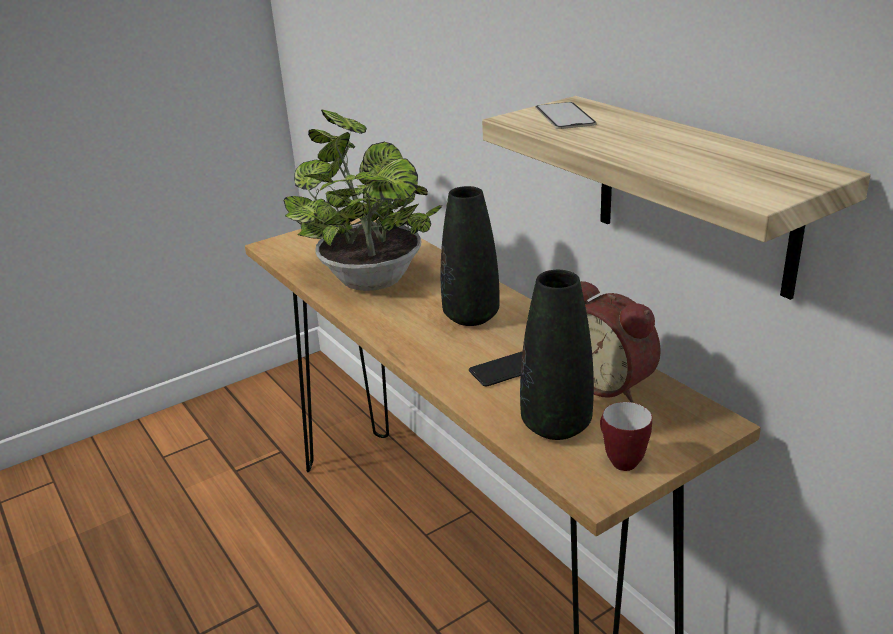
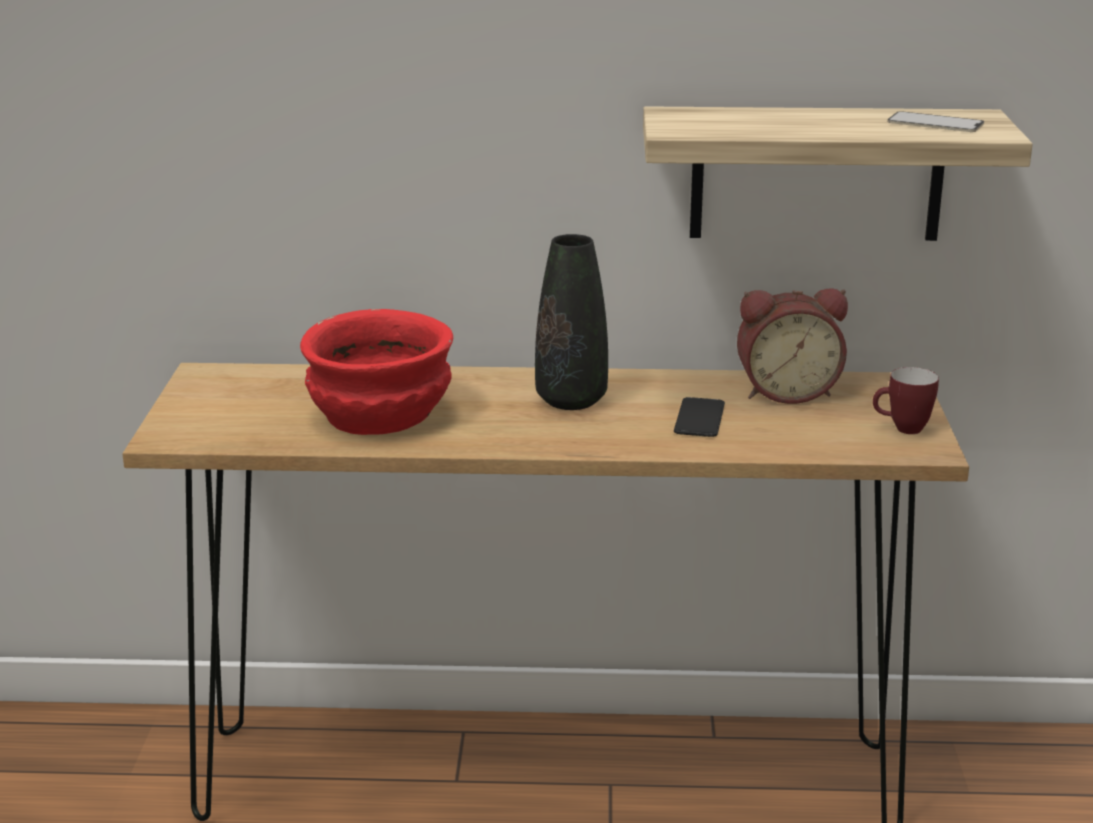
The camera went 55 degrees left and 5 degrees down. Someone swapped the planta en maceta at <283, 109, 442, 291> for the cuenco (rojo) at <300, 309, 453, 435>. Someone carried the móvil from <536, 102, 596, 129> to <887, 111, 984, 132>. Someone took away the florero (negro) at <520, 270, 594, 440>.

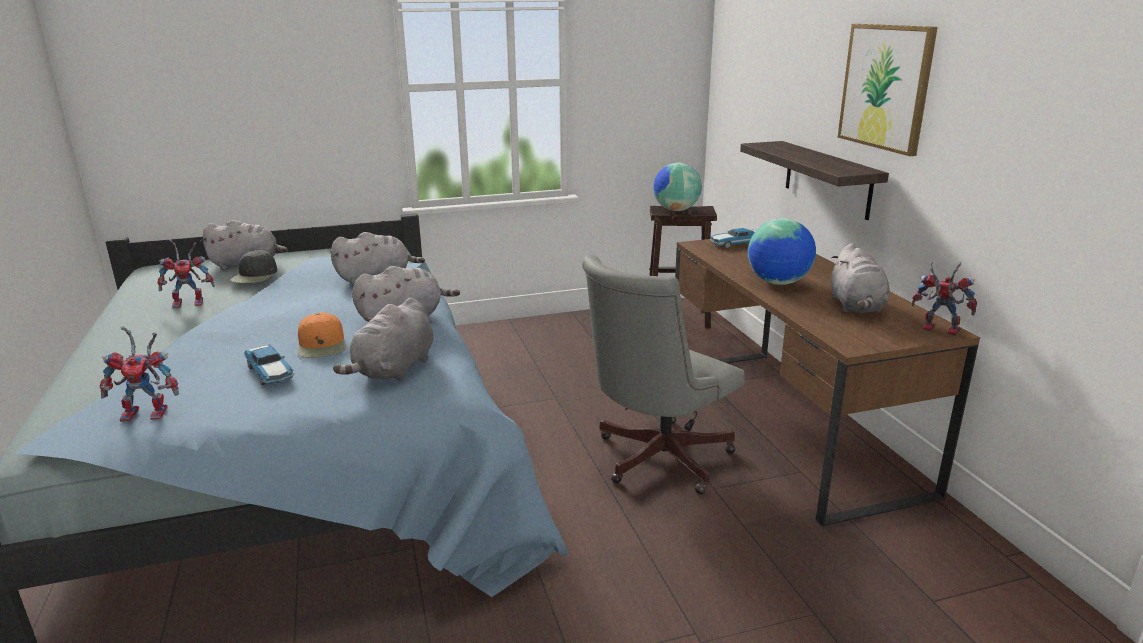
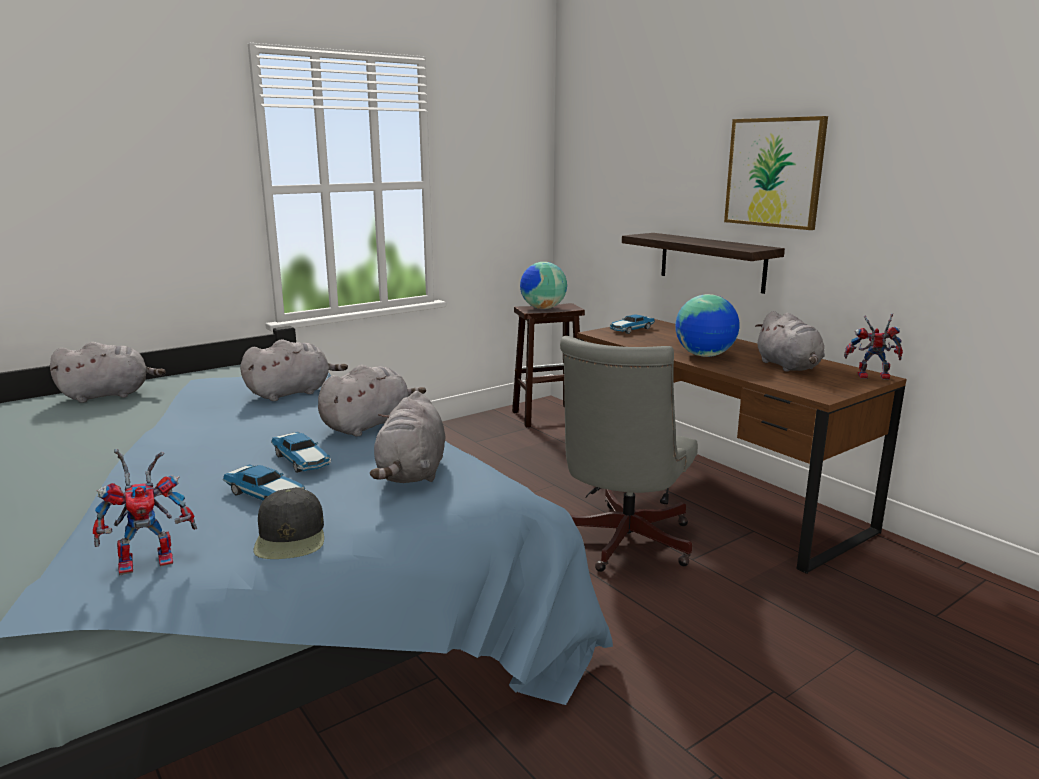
The camera went 20 degrees left and 5 degrees down. Someone carried the gorra (negro) from <229, 250, 278, 283> to <253, 487, 324, 559>. Someone swapped the gorra (naranja) at <298, 312, 346, 358> for the coche de juguete at <271, 432, 331, 473>. Someone took away the robot de juguete at <158, 239, 215, 309>.

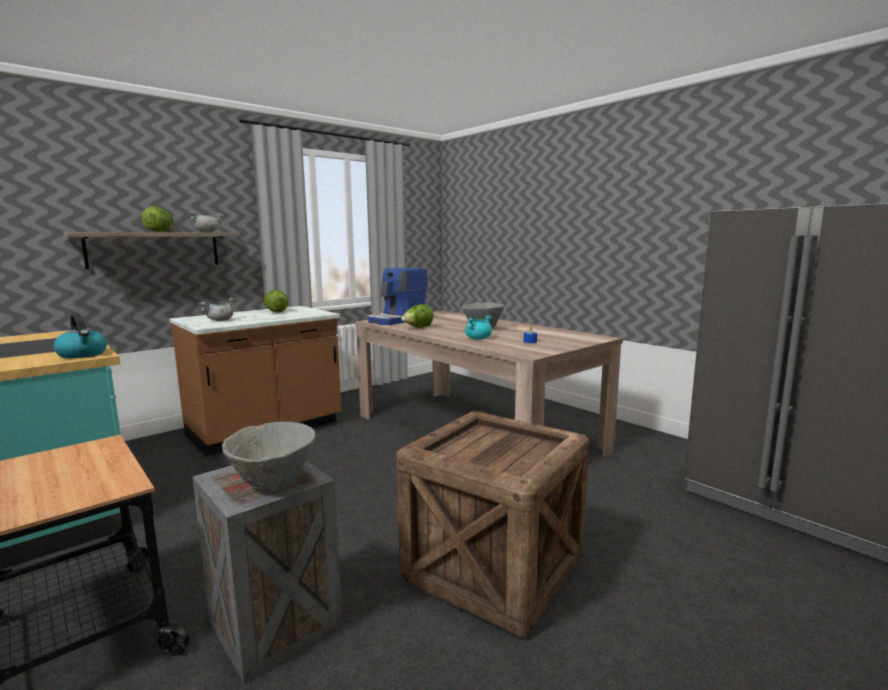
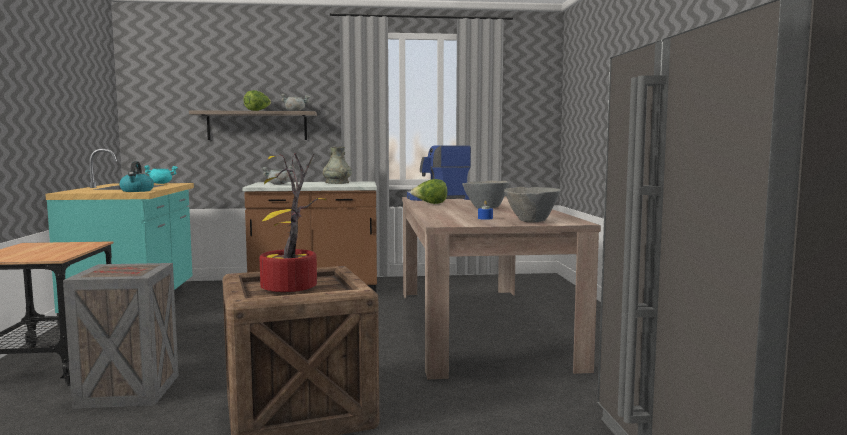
The camera went 35 degrees right and 5 degrees down. Someone carried the olla (turquesa) from <465, 315, 492, 339> to <144, 165, 178, 184>. Someone put down the planta en maceta at <260, 152, 326, 292>. Someone swapped the lechuga at <264, 290, 288, 313> for the florero (gris) at <323, 147, 352, 184>. Someone carried the cuenco (gris) from <222, 422, 316, 493> to <504, 187, 561, 222>.

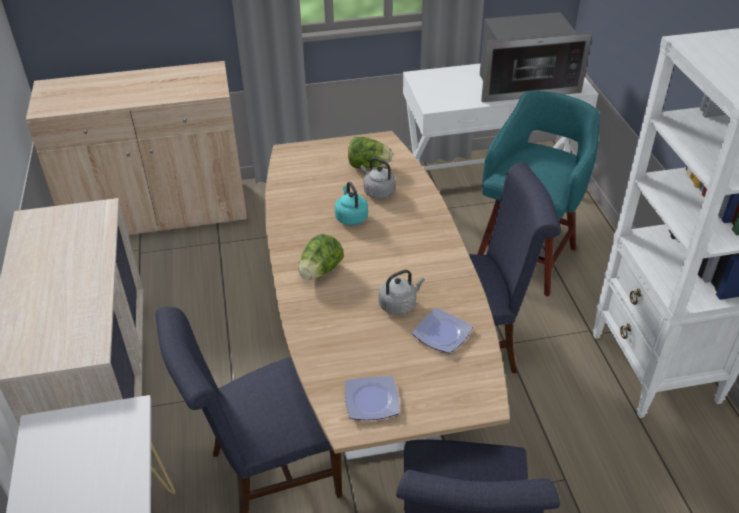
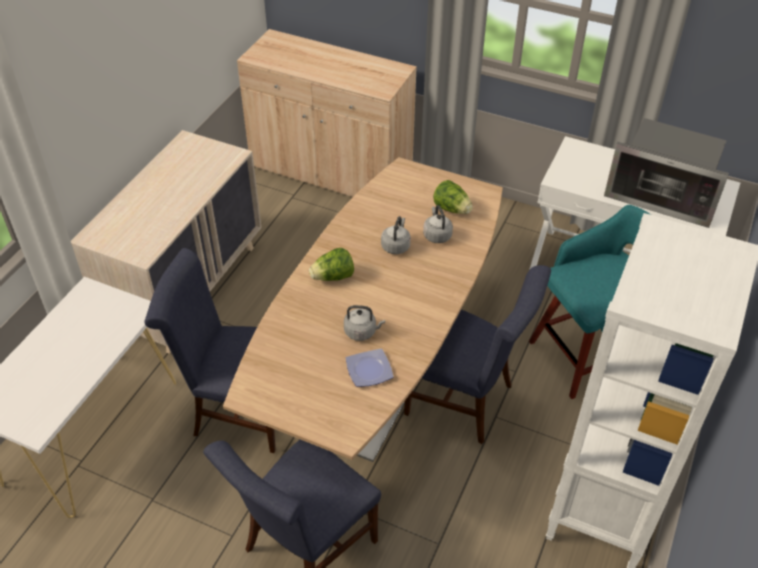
The camera went 35 degrees right and 5 degrees up. Someone repainted the hervidor (turquesa) at <335, 182, 368, 225>, which became the hervidor (gris) at <381, 216, 411, 254>. Someone took away the plato at <345, 376, 399, 420>.

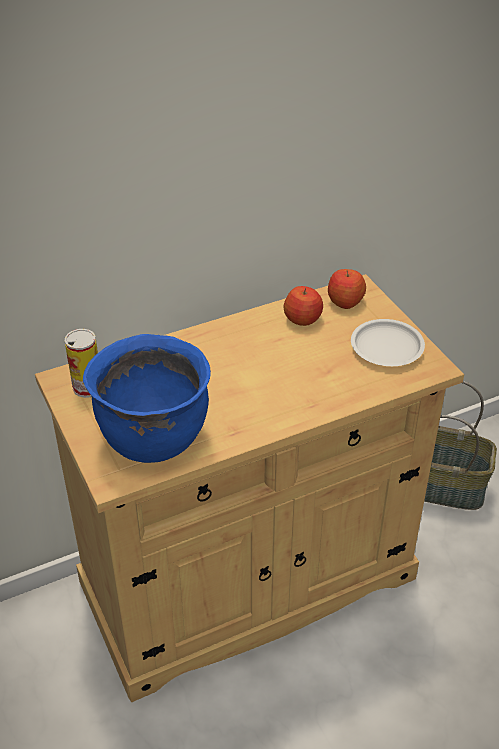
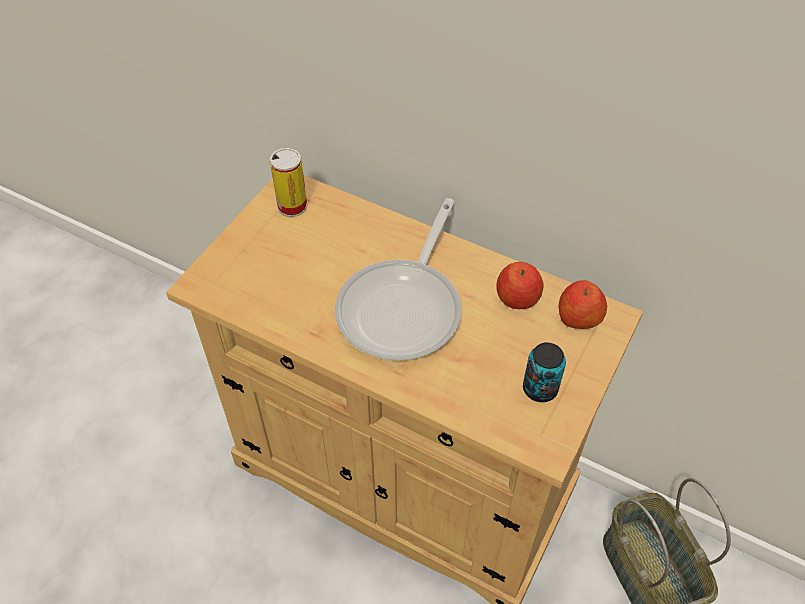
The camera went 55 degrees right and 10 degrees up. Someone put down the sartén at <335, 198, 462, 361>. Someone swapped the plato (blanco) at <351, 319, 425, 366> for the lata at <523, 342, 566, 402>. Someone took away the olla (azul) at <83, 334, 211, 463>.

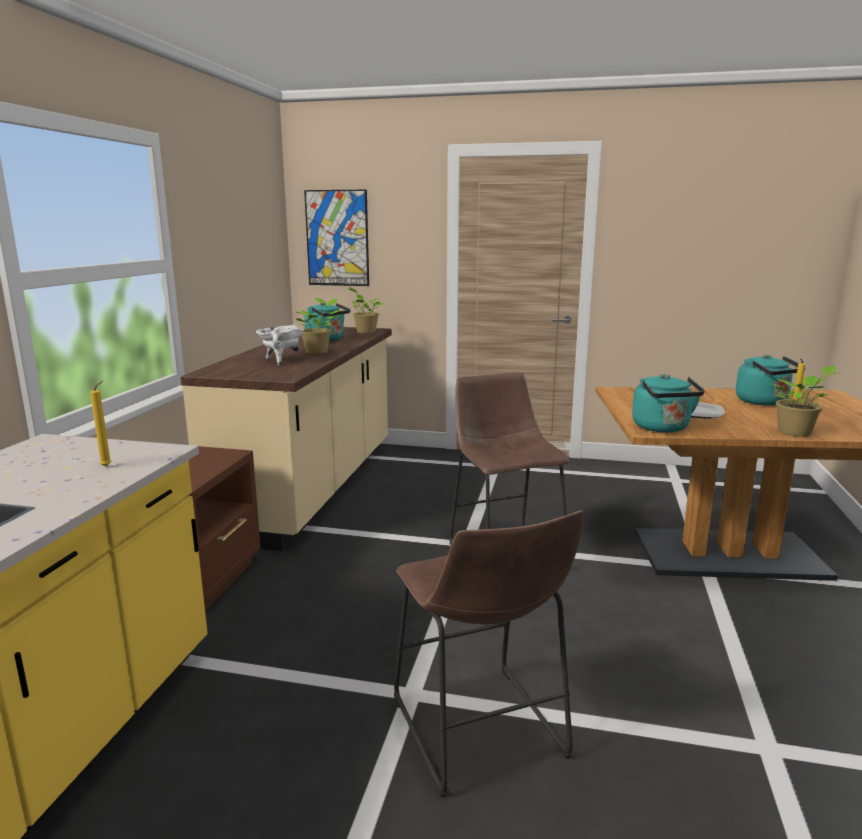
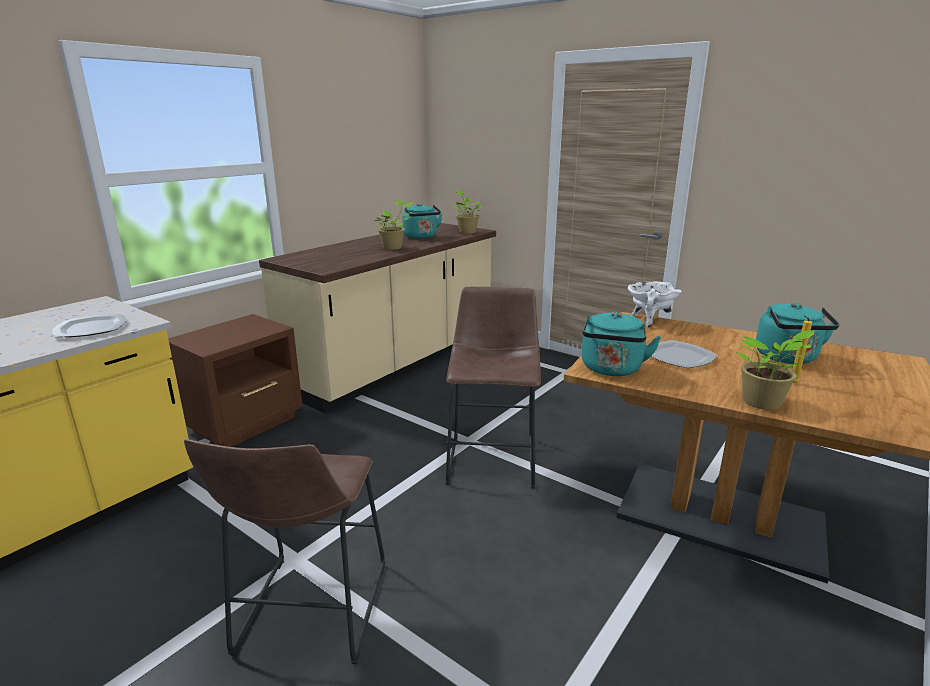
The camera went 25 degrees right and 5 degrees up. Someone swapped the vela (amarillo) at <90, 381, 112, 467> for the plato at <52, 314, 126, 337>. Someone carried the olla (blanco) from <256, 325, 304, 365> to <628, 282, 682, 328>. Someone took away the cuadro at <304, 190, 369, 286>.

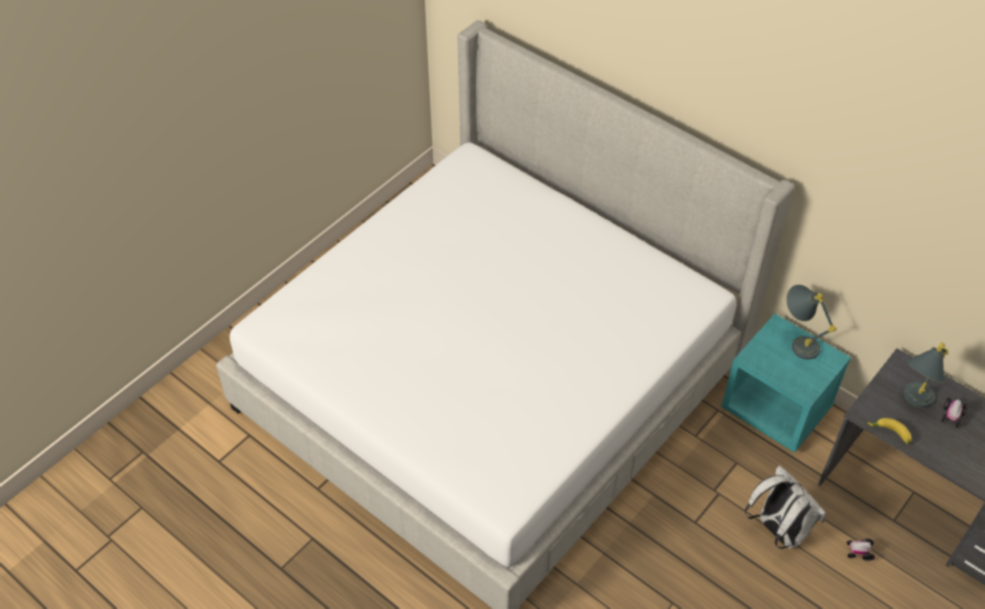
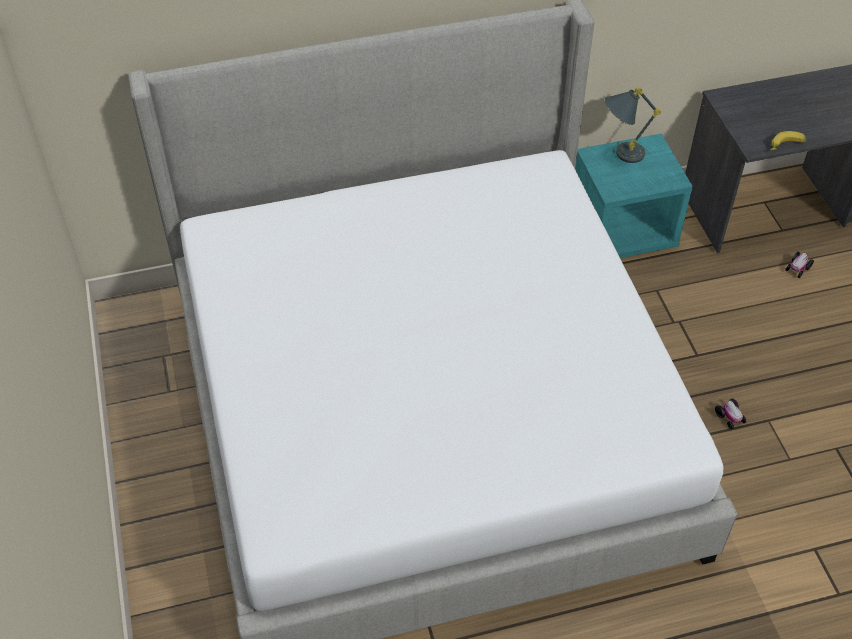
The camera went 55 degrees left and 0 degrees up. Someone carried the coche de juguete from <941, 397, 968, 428> to <715, 399, 746, 429>. Someone took away the mochila (blanco) at <745, 465, 826, 549>. Someone took away the lámpara de mesa (gris) at <904, 342, 949, 408>.

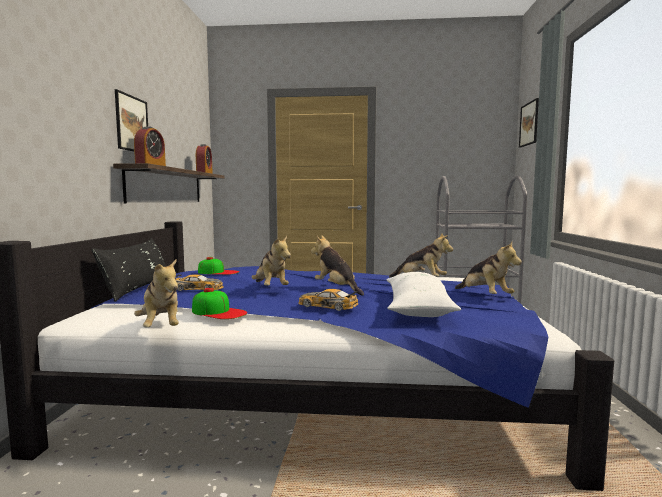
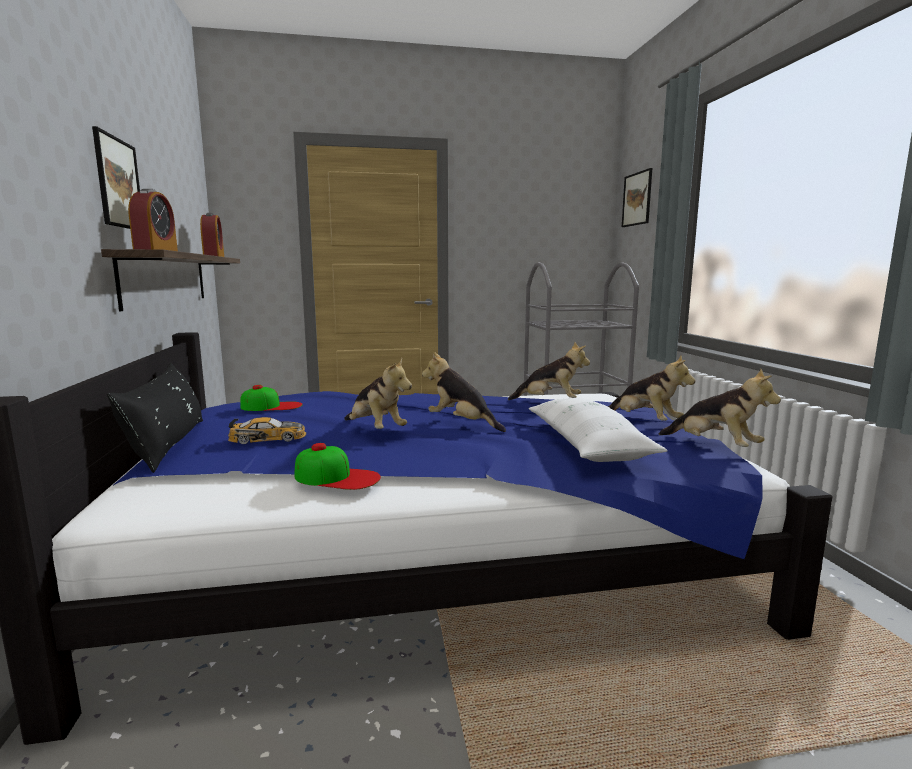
The camera went 15 degrees left and 5 degrees up. Someone carried the peluche from <134, 259, 179, 327> to <658, 369, 781, 447>. Someone took away the coche de juguete at <298, 289, 358, 311>.

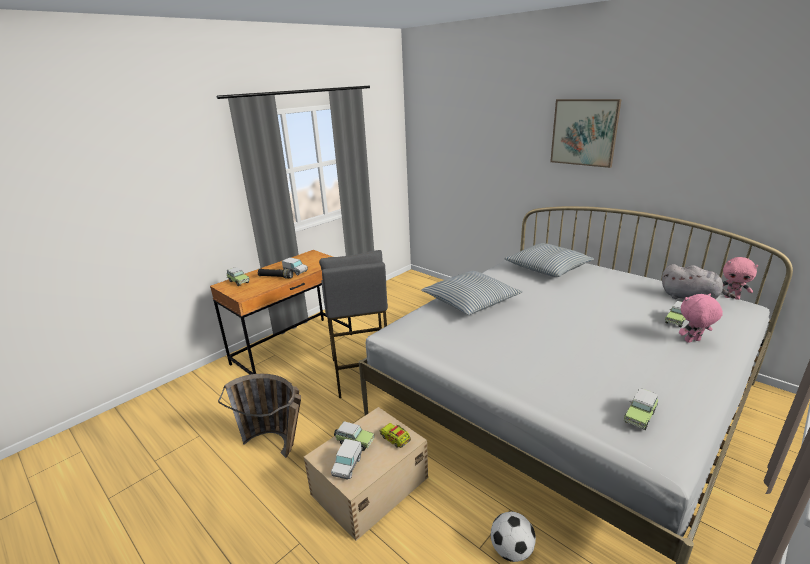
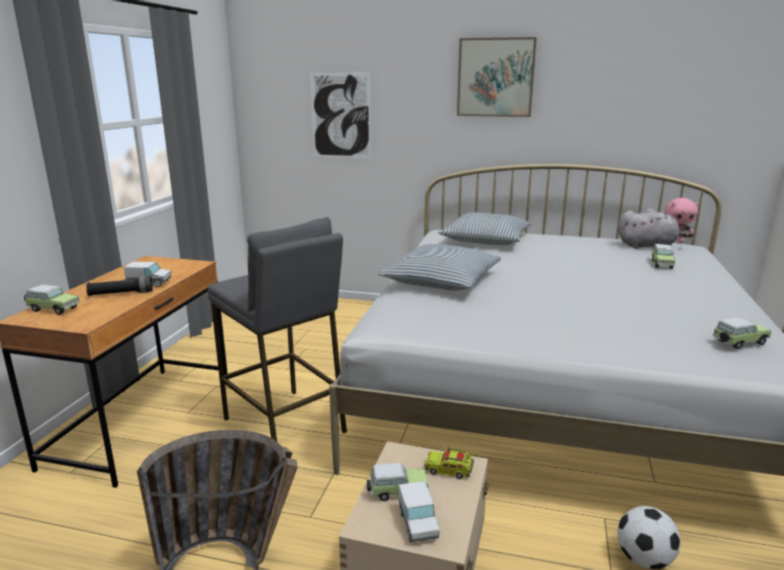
The camera went 30 degrees left and 5 degrees down. Someone put up the cuadro at <310, 73, 371, 158>. Someone rotated the coche de juguete at <624, 388, 658, 430> by 120 degrees counterclockwise. Someone took away the peluche (rosa) at <679, 294, 723, 343>.

